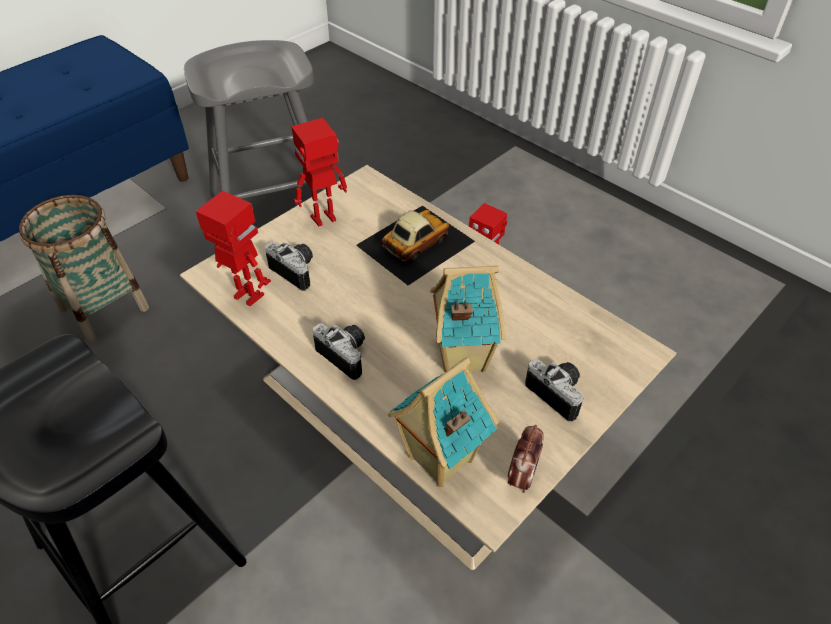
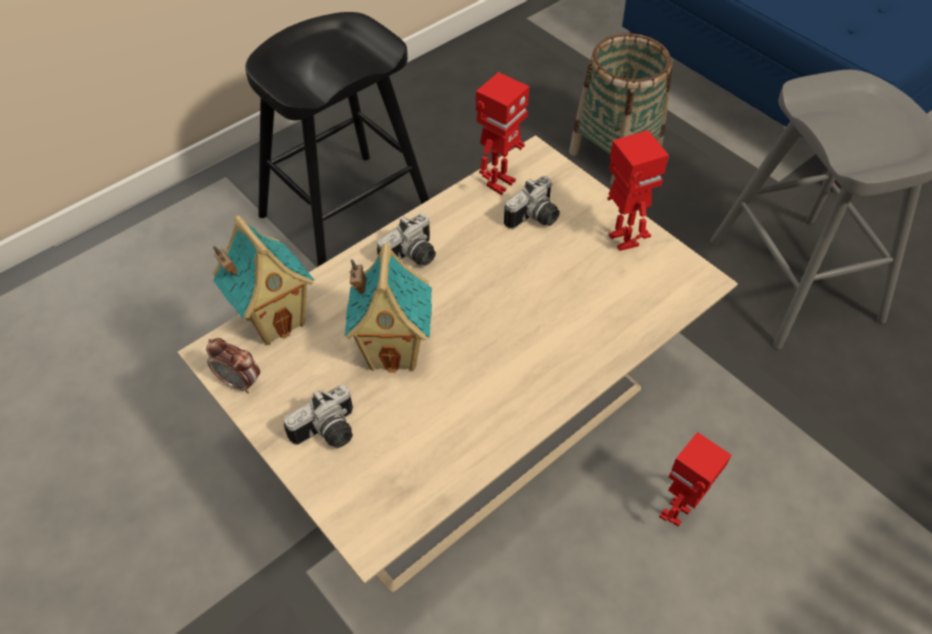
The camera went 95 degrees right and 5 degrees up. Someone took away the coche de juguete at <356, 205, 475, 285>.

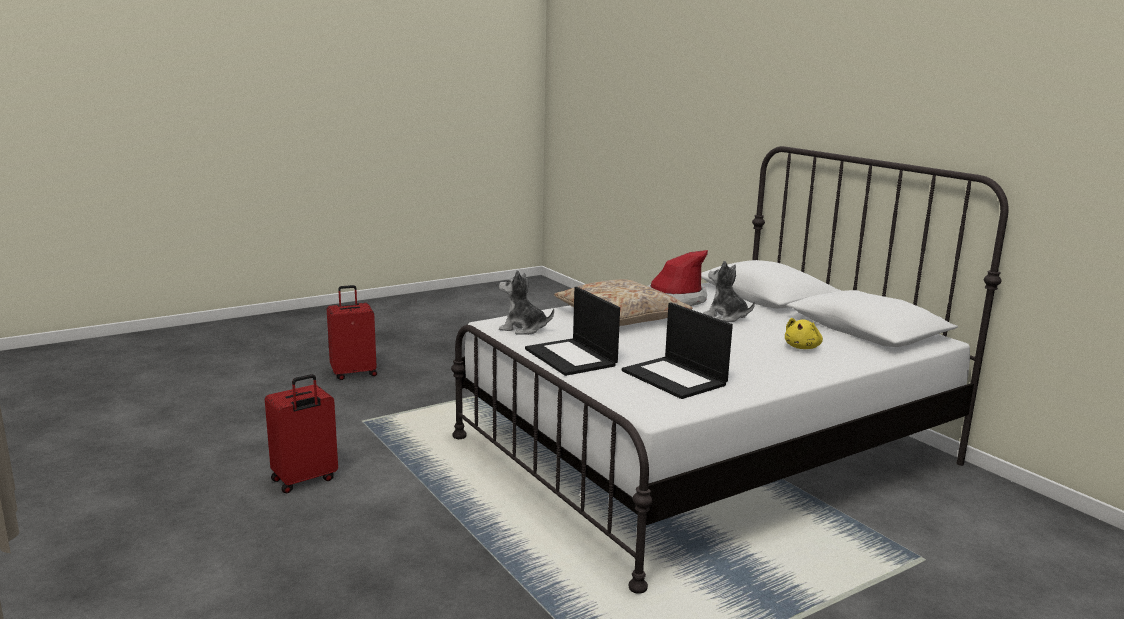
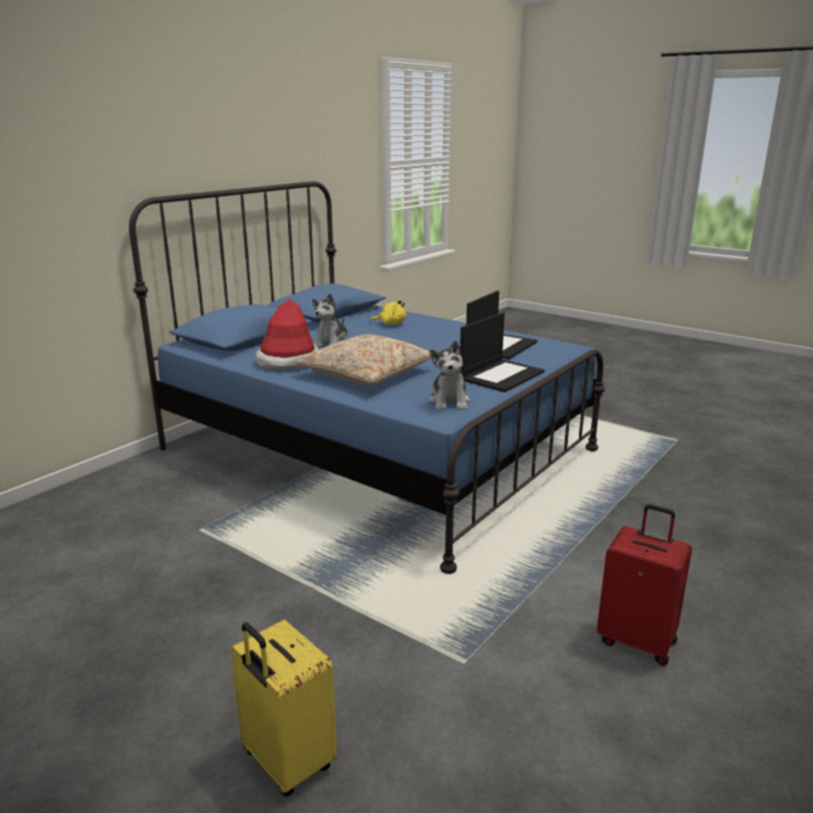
The camera went 110 degrees left and 5 degrees up. Someone repainted the cama (blanco) at <451, 146, 1009, 594>, which became the cama (azul) at <129, 181, 605, 574>. Someone repainted the maleta (rojo) at <327, 285, 377, 380>, which became the maleta (amarillo) at <231, 620, 337, 797>.

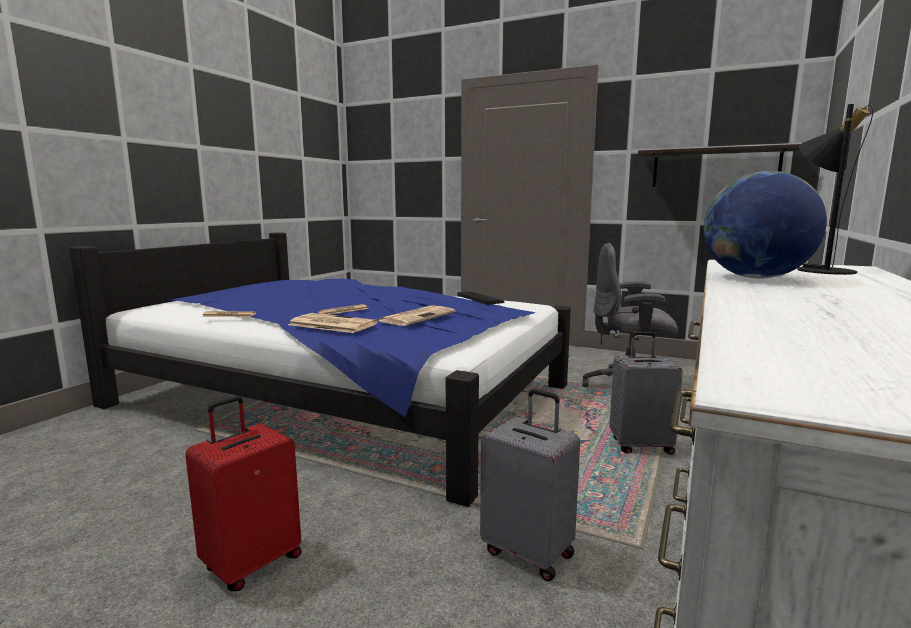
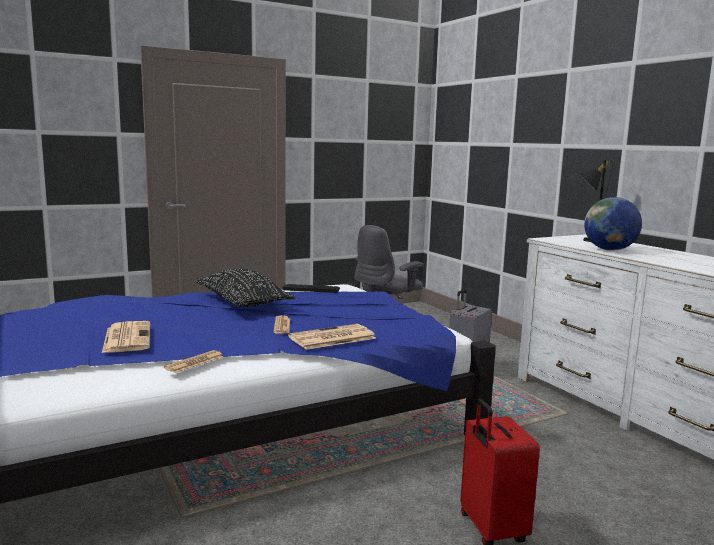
The camera went 55 degrees left and 0 degrees up. Someone carried the periódico from <379, 305, 455, 326> to <102, 321, 150, 353>. Someone put down the cojín (negro) at <195, 269, 295, 307>. Someone took away the maleta (gris) at <480, 389, 580, 582>. Someone took away the estante at <638, 144, 800, 187>.

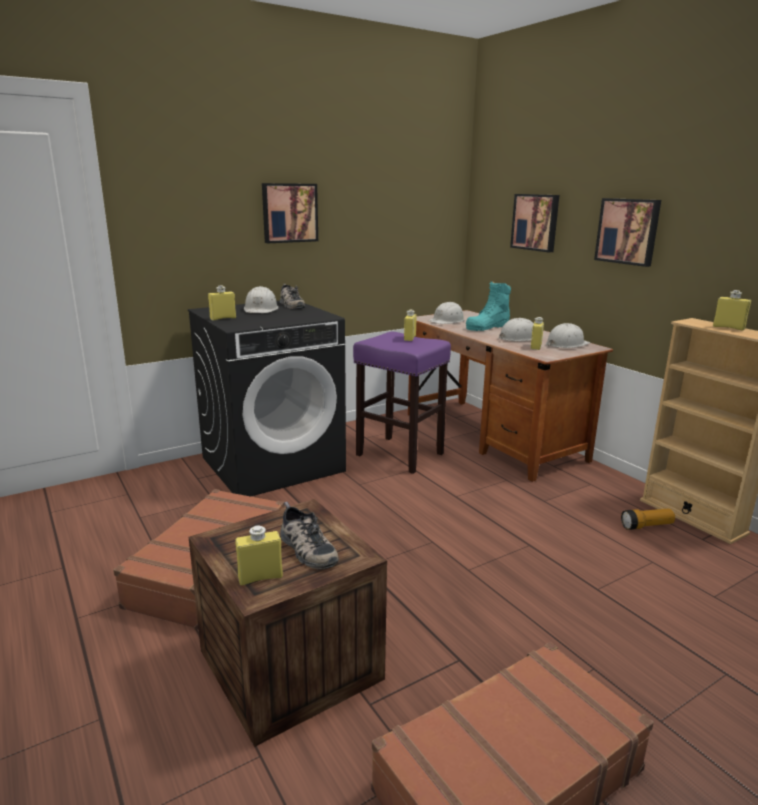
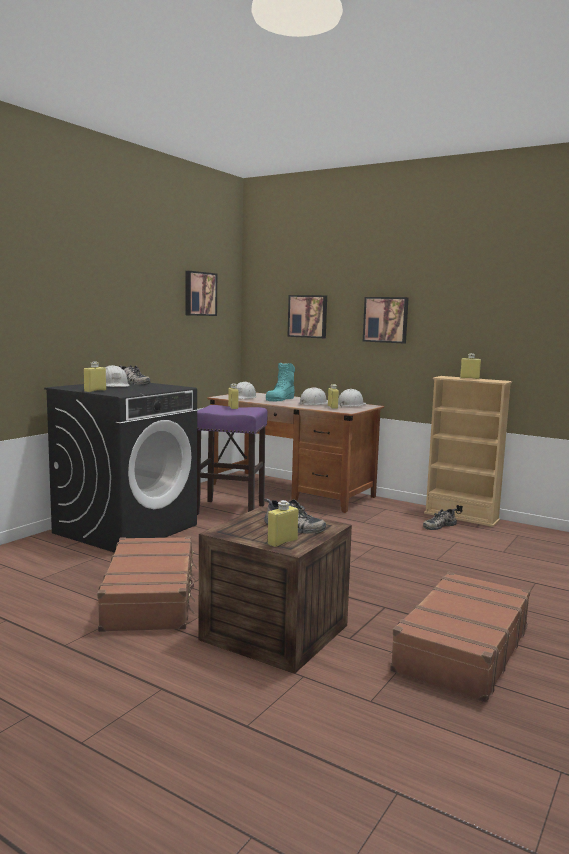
The camera went 25 degrees left and 10 degrees down. Someone carried the cuadro from <262, 183, 318, 243> to <185, 271, 217, 316>. Someone swapped the linterna at <621, 508, 675, 530> for the zapato at <423, 508, 458, 530>.

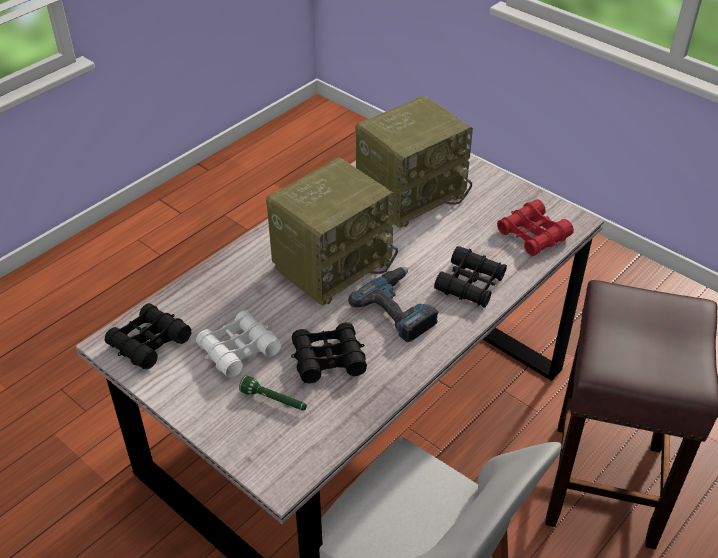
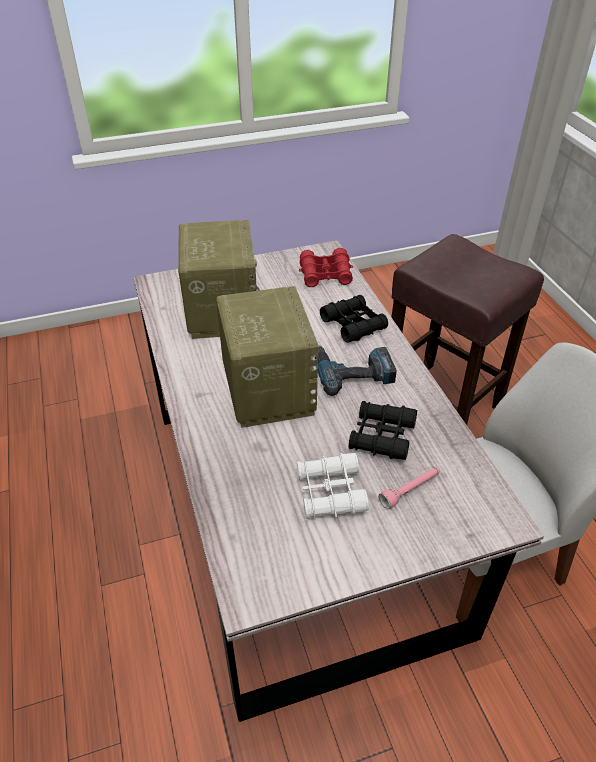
The camera went 60 degrees left and 0 degrees up. Someone repainted the linterna (verde) at <239, 375, 307, 411>, which became the linterna (rosa) at <378, 467, 440, 510>. Someone took away the prismáticos (negro) at <105, 303, 191, 370>.

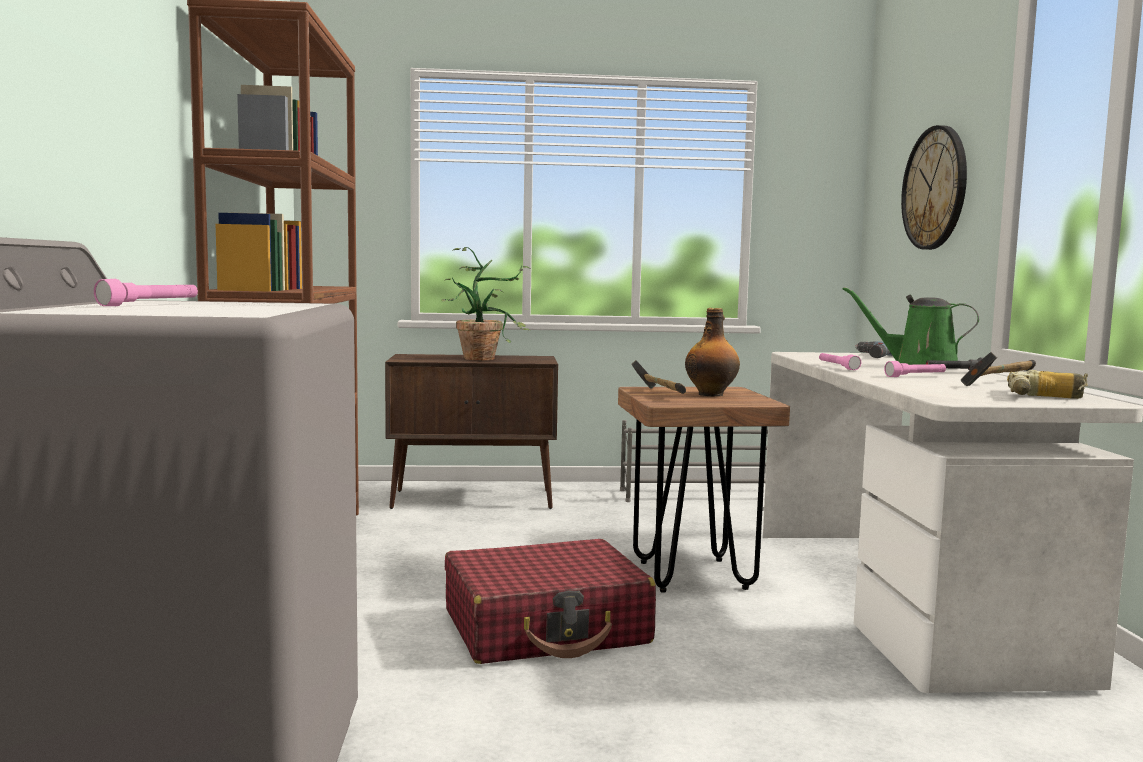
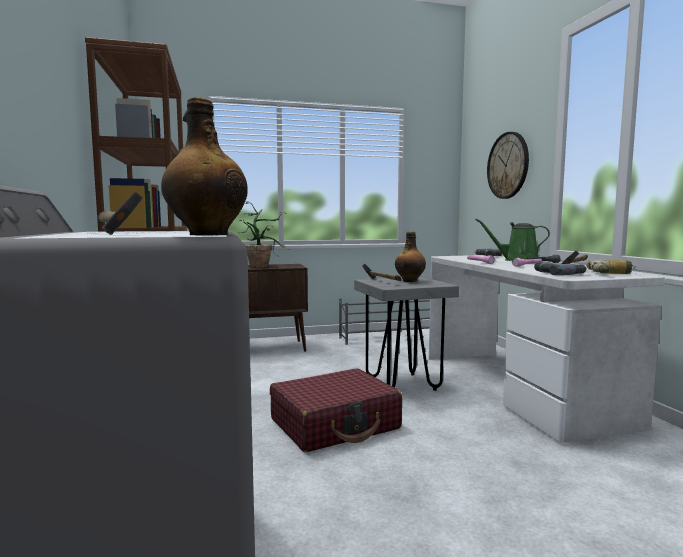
The camera went 10 degrees left and 0 degrees up. Someone swapped the linterna (rosa) at <94, 279, 198, 306> for the martillo at <97, 191, 143, 235>. Someone put down the botella at <161, 97, 248, 236>. Someone repainted the taburete (marrón) at <618, 387, 790, 593>, which became the taburete (gris) at <354, 276, 459, 391>. Someone put down the taladro at <534, 261, 586, 275>.

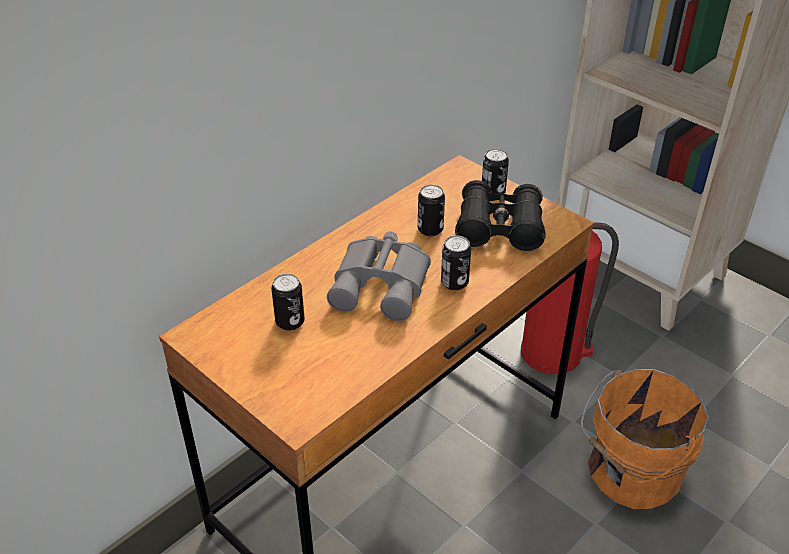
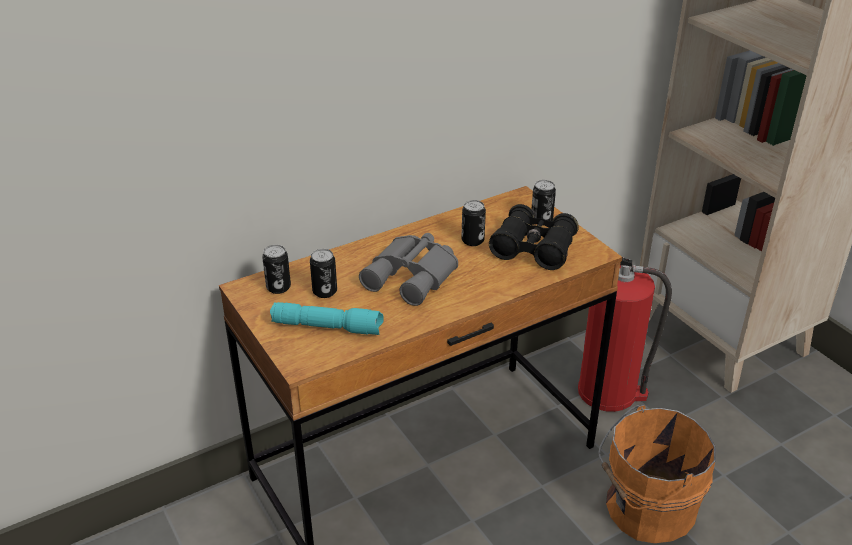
The camera went 15 degrees right and 5 degrees down. Someone carried the lata from <441, 235, 471, 290> to <262, 245, 291, 294>. Someone put down the linterna (turquesa) at <270, 302, 384, 335>.

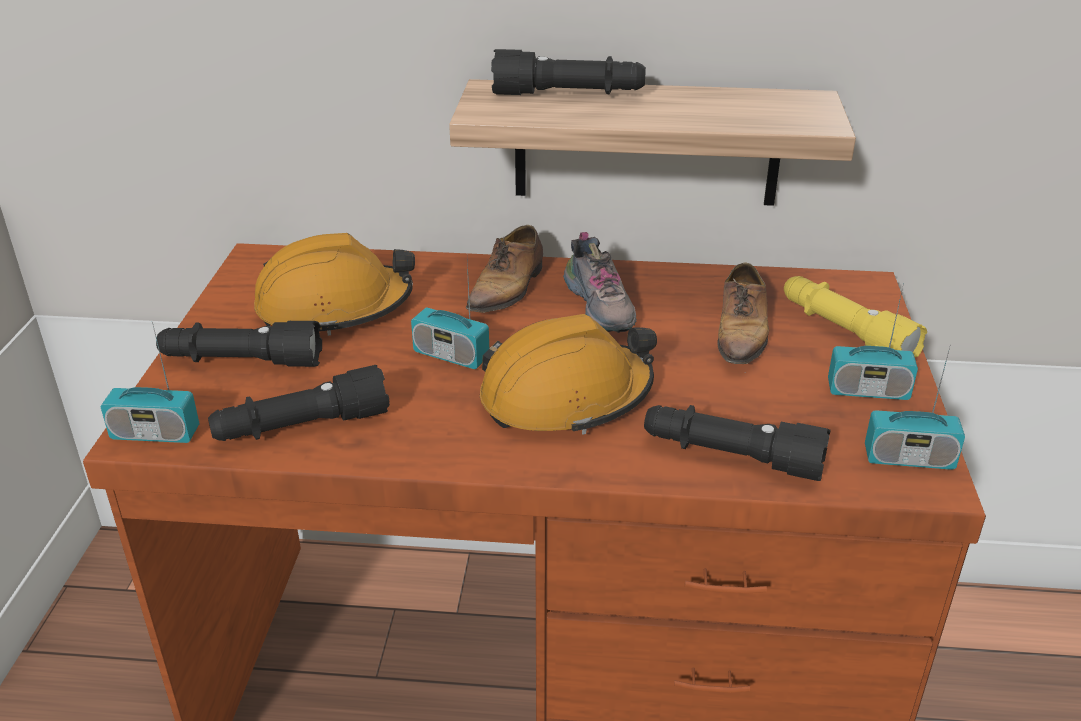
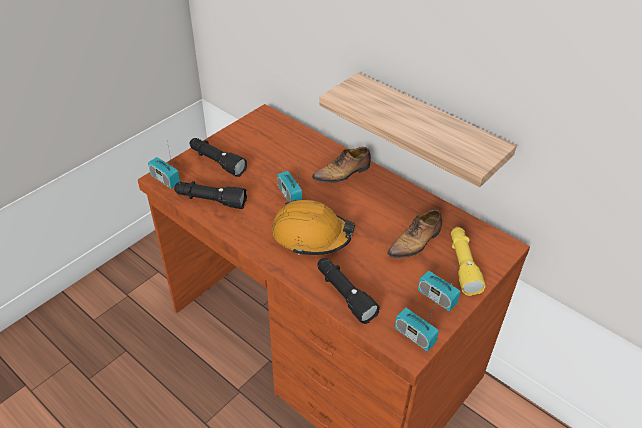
The camera went 35 degrees right and 10 degrees up. Someone took away the casco (naranja) at <254, 233, 415, 336>. Someone took away the linterna (negro) at <491, 49, 646, 95>. Someone took away the zapato at <563, 232, 637, 333>.

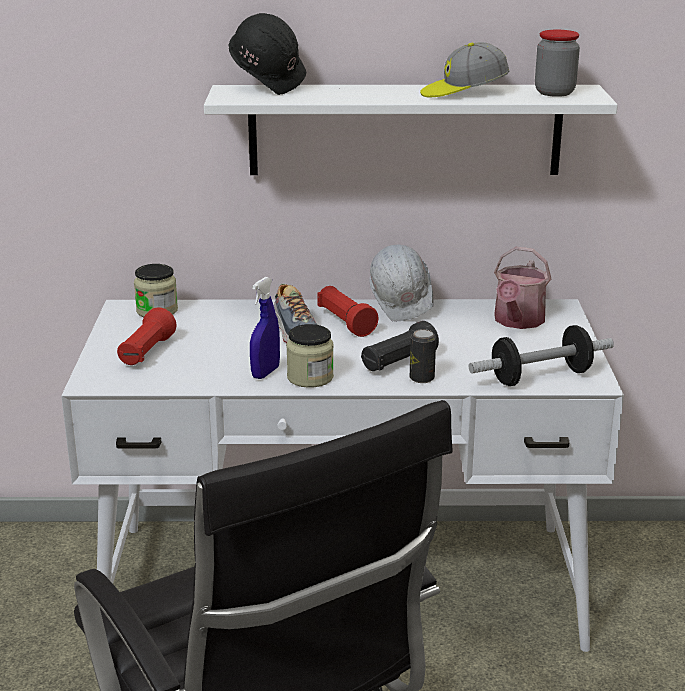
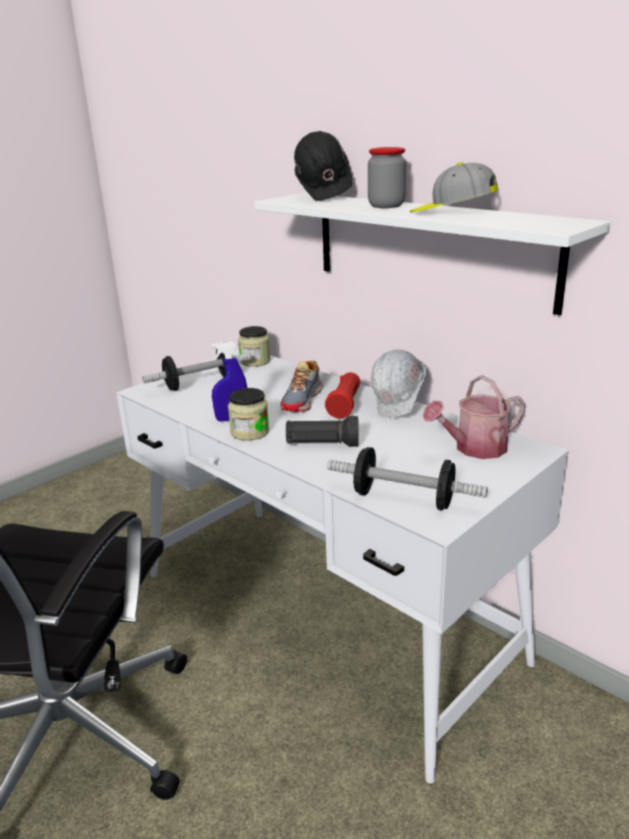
The camera went 45 degrees right and 0 degrees up. Someone swapped the linterna (rojo) at <117, 308, 176, 365> for the mancuerna at <142, 349, 251, 391>. Someone carried the tarro from <535, 30, 580, 97> to <368, 147, 406, 208>. Someone took away the lata at <410, 329, 436, 383>.

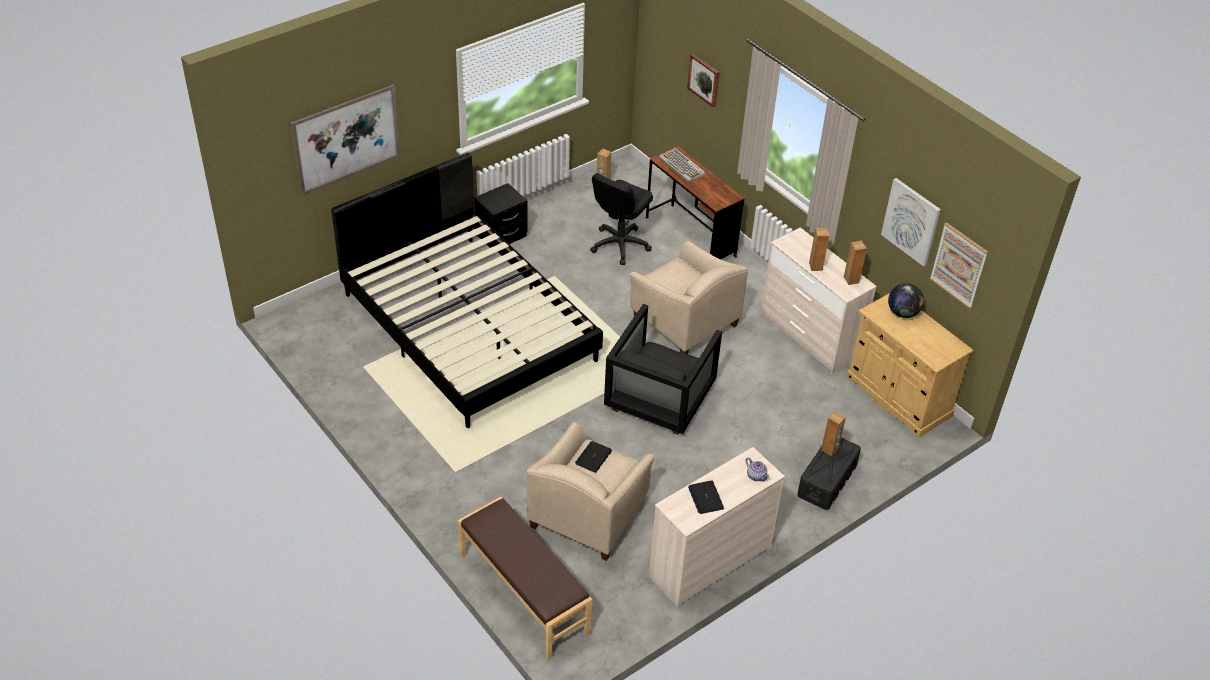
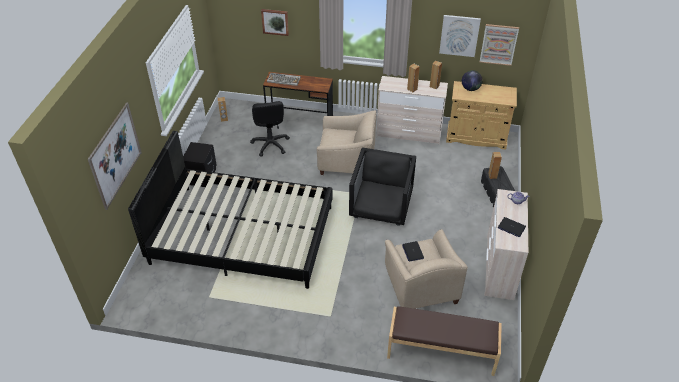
The camera went 40 degrees left and 0 degrees up. Someone rotated the sillón (negro) at <604, 304, 722, 435> by 150 degrees counterclockwise.

